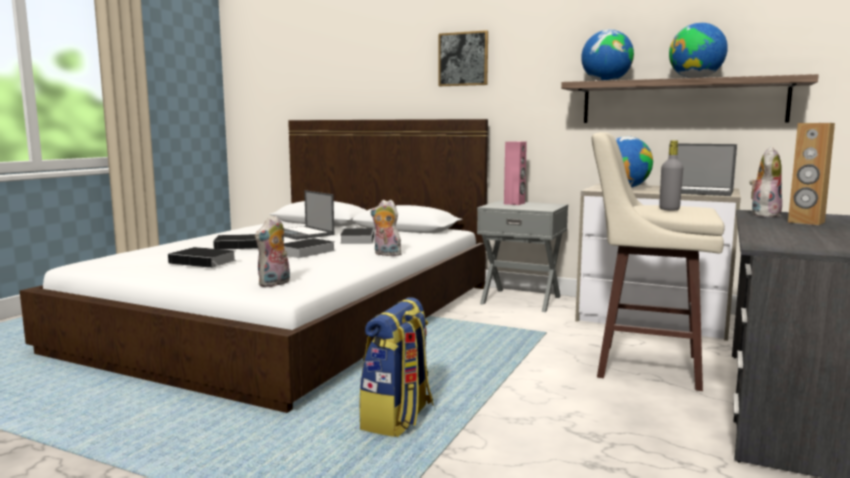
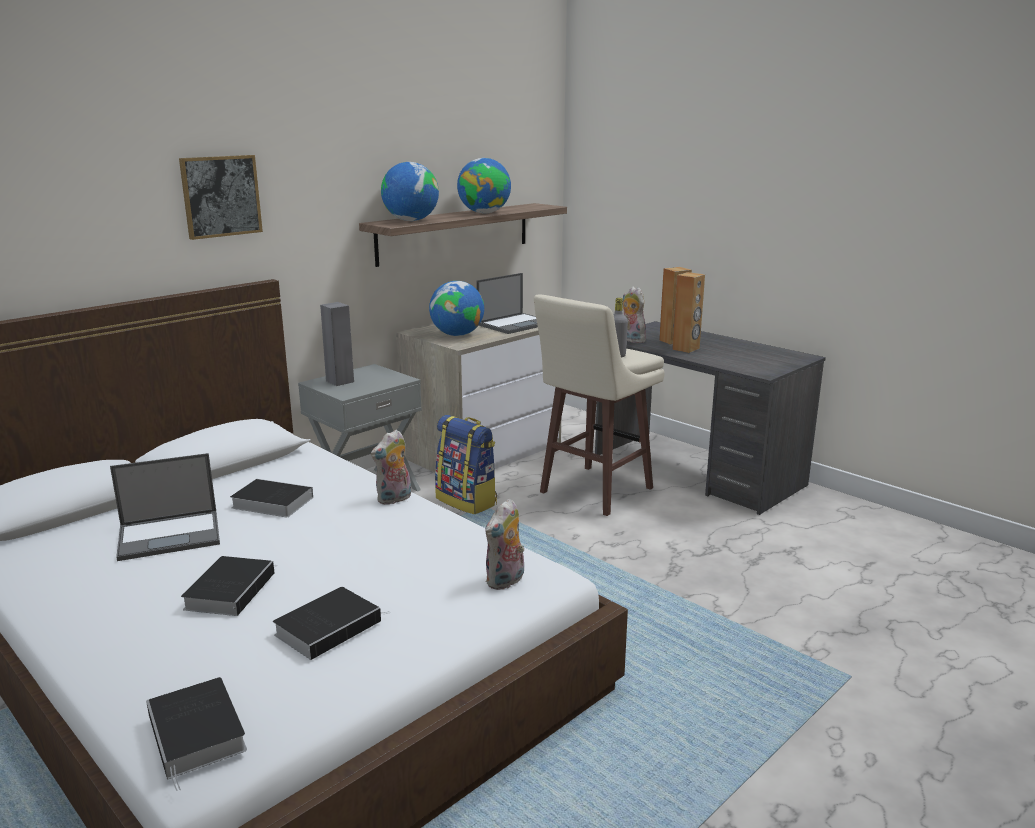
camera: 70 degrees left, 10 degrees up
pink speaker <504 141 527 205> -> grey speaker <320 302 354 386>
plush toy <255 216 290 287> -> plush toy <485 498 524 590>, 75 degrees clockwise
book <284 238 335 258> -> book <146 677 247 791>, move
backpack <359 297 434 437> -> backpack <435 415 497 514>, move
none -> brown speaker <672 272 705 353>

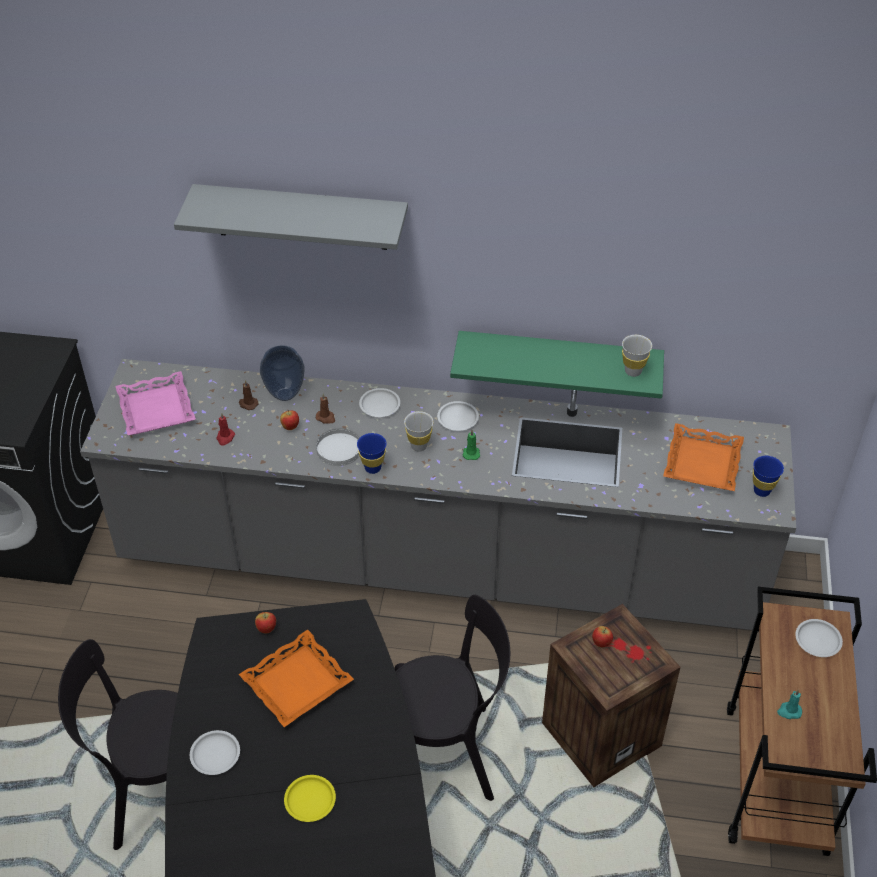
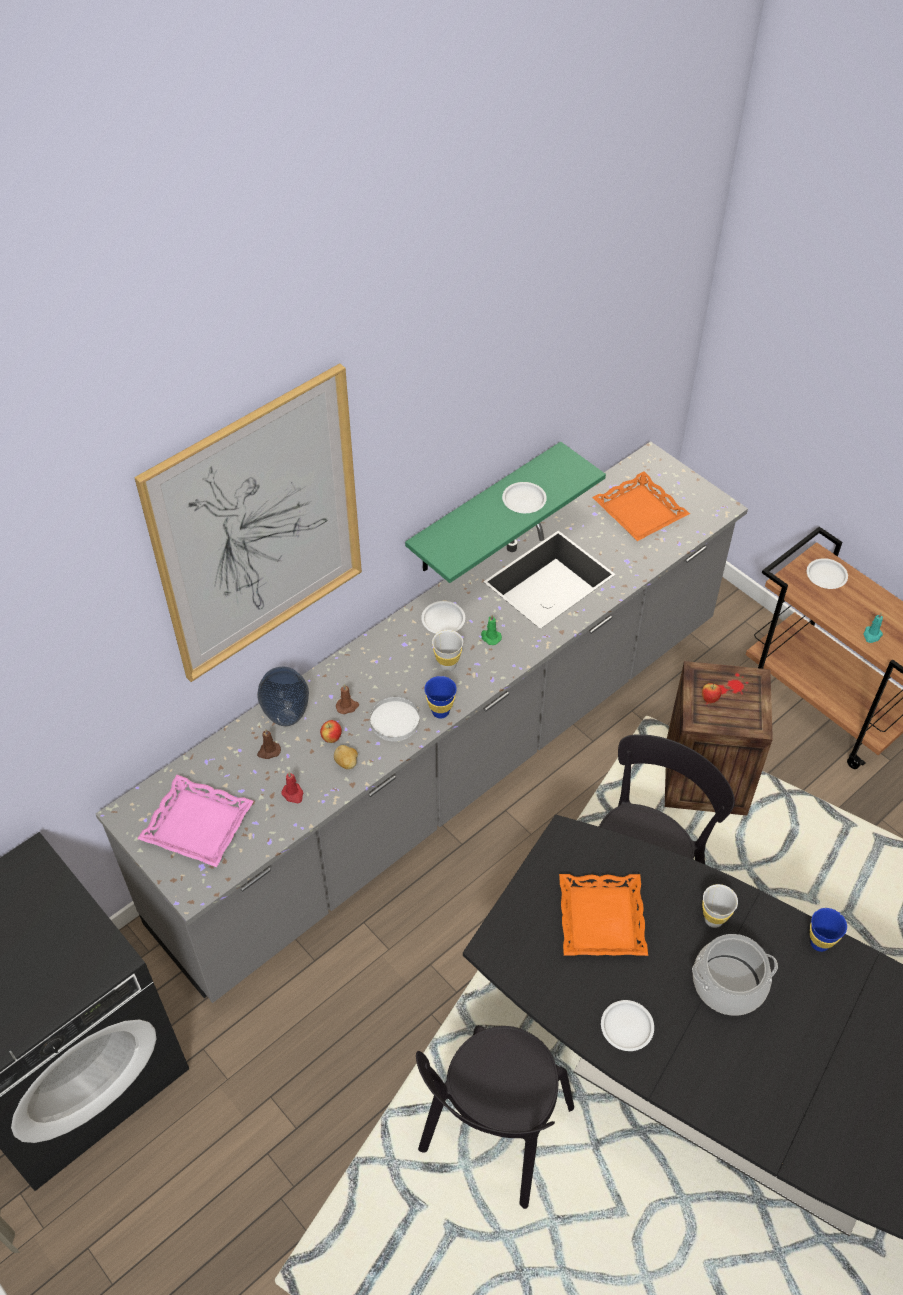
camera: 50 degrees left, 5 degrees up
grey shelf <174 184 408 250> -> picture <134 363 362 682>
white cup <622 335 652 377> -> white cup <702 884 738 928>, move
white plate <359 388 400 417> -> white plate <502 482 547 513>, move
blue cup <753 456 784 497> -> blue cup <810 908 847 952>, move
apple <255 612 276 634> -> none
yellow plate <284 775 336 822> -> cooking pot <692 934 778 1016>
none -> potato <334 745 358 769>

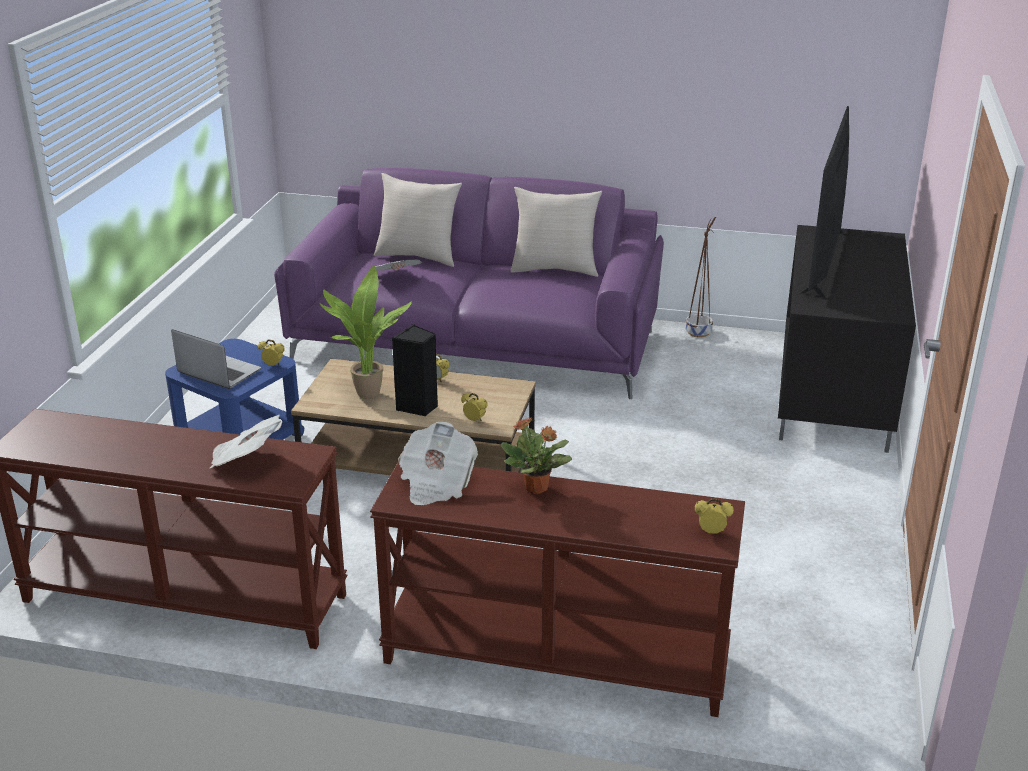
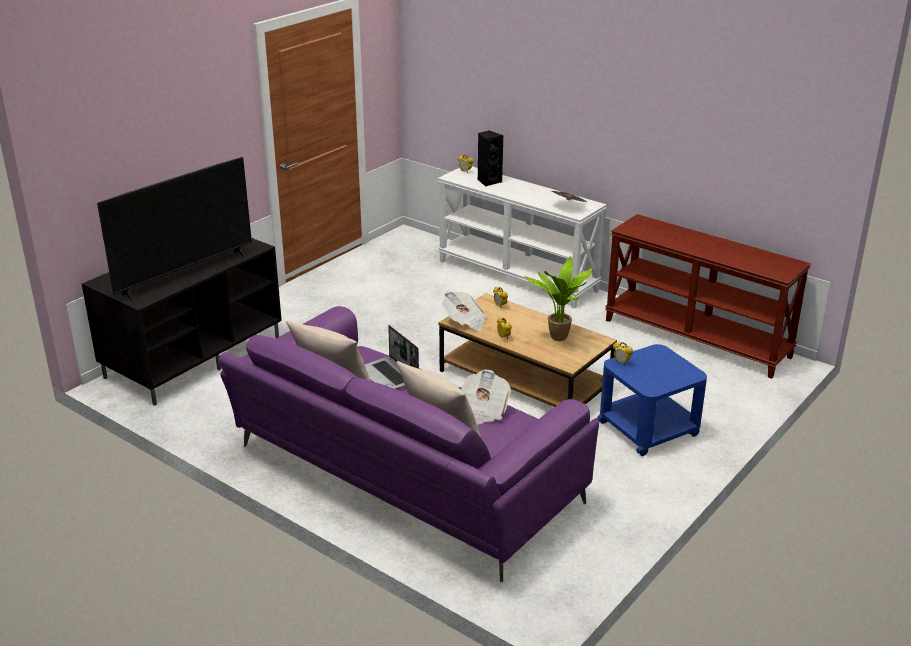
camera: 155 degrees left, 0 degrees up
brown planter <686 217 716 337> -> none
black speaker <392 324 438 416> -> black speaker <477 131 504 187>, move
laptop <171 329 261 389> -> laptop <365 325 419 390>, move
newspaper <210 415 282 468> -> newspaper <442 291 487 331>, move
potted plant <501 417 572 494> -> none
brown console table <370 461 745 717> -> white console table <438 166 607 309>

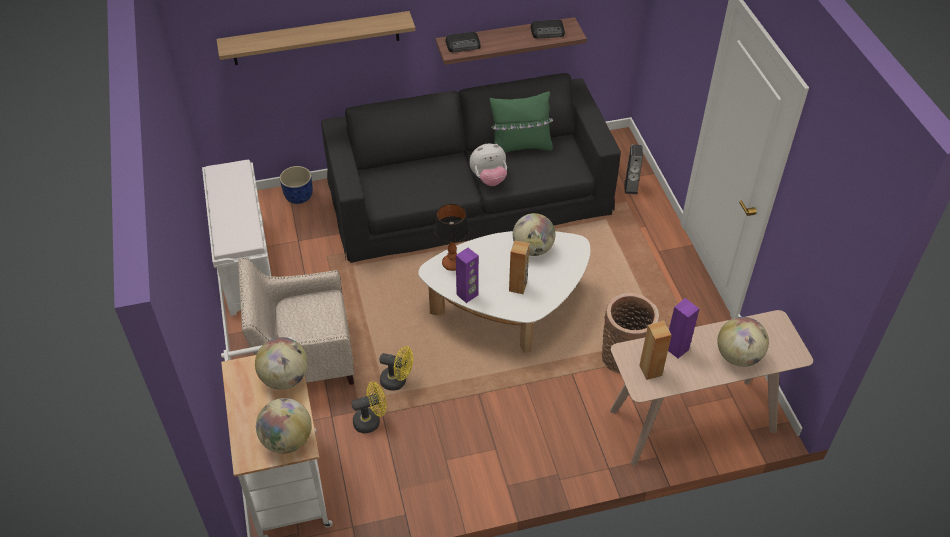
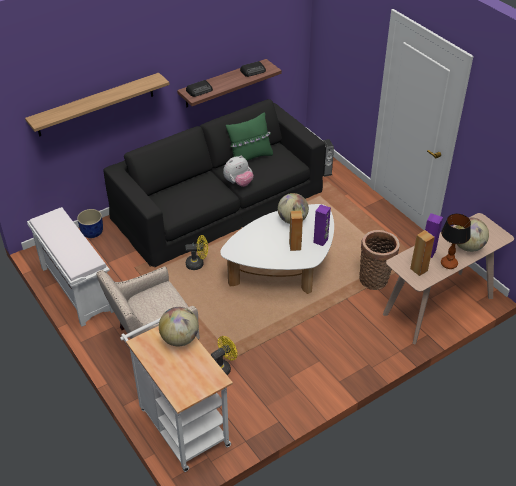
camera: 20 degrees left, 5 degrees down
table lamp <434 204 470 271> -> table lamp <441 214 471 269>, move
purple speaker <456 248 479 303> -> purple speaker <313 204 331 246>, move
yellow fan <379 346 413 391> -> yellow fan <185 235 208 270>, move
globe <256 398 312 454> -> none

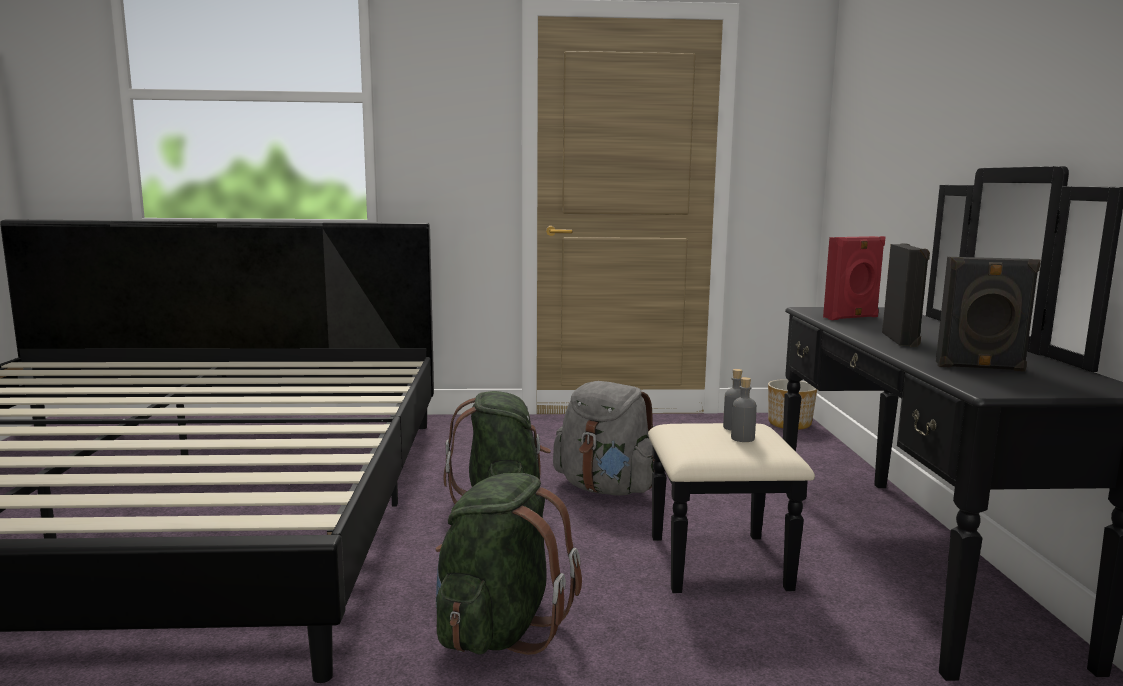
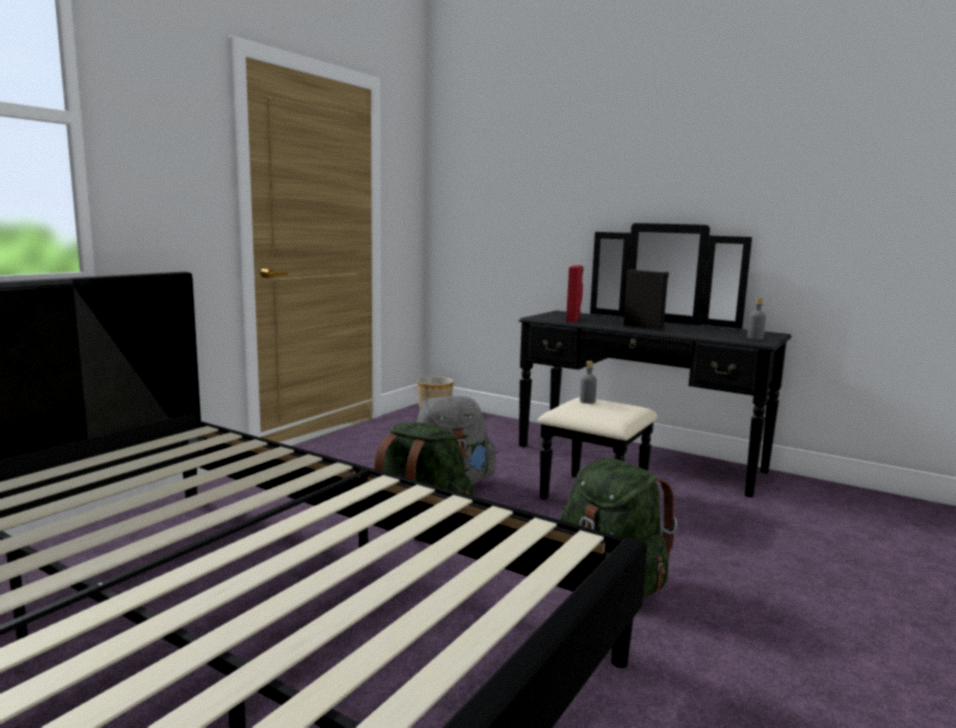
camera: 55 degrees left, 0 degrees up
black speaker <936 257 1041 372> -> none
grey bottle <731 377 757 442> -> grey bottle <747 298 766 340>, move

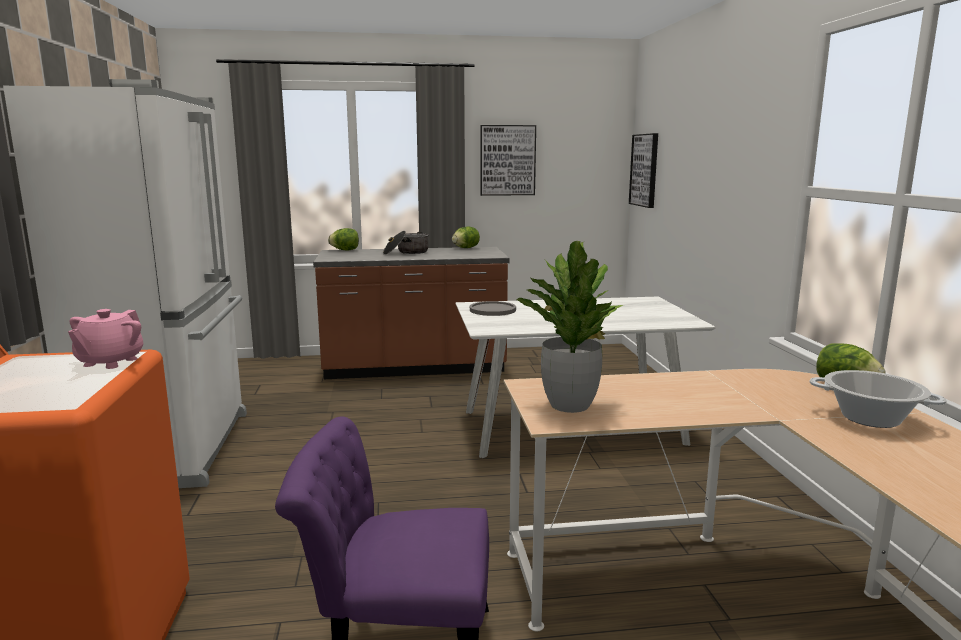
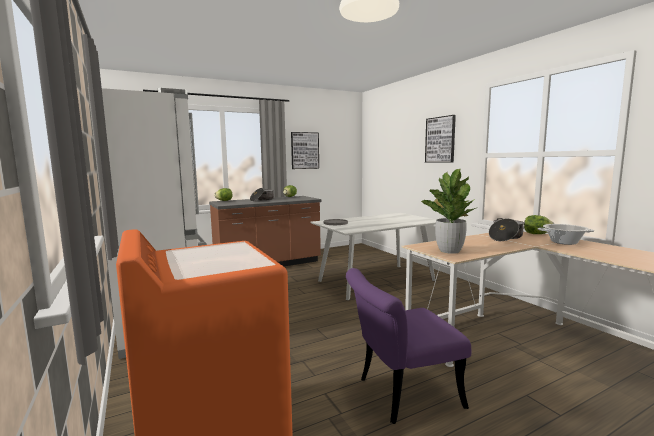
camera: 20 degrees left, 5 degrees down
picture <629 133 658 208> -> picture <425 115 456 163>, move
pink teapot <68 309 143 369> -> none
none -> cooking pot <489 218 525 241>

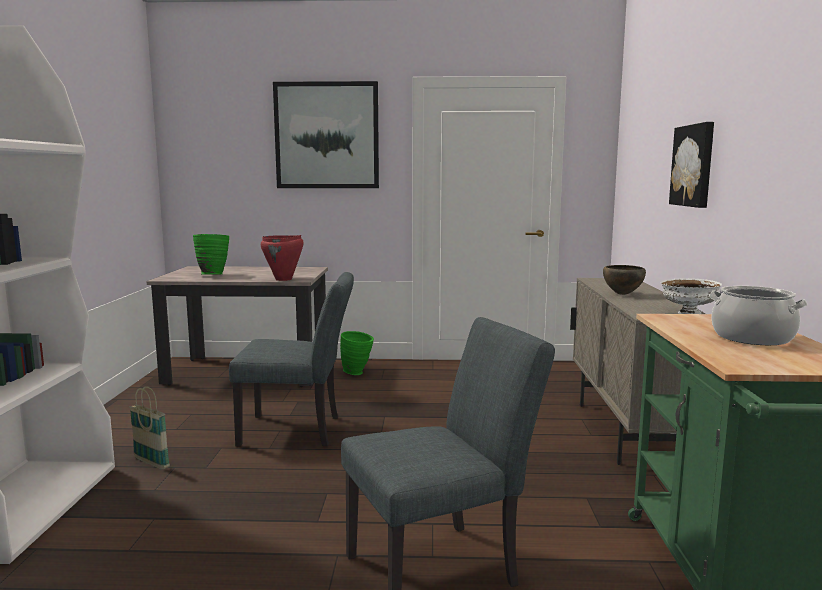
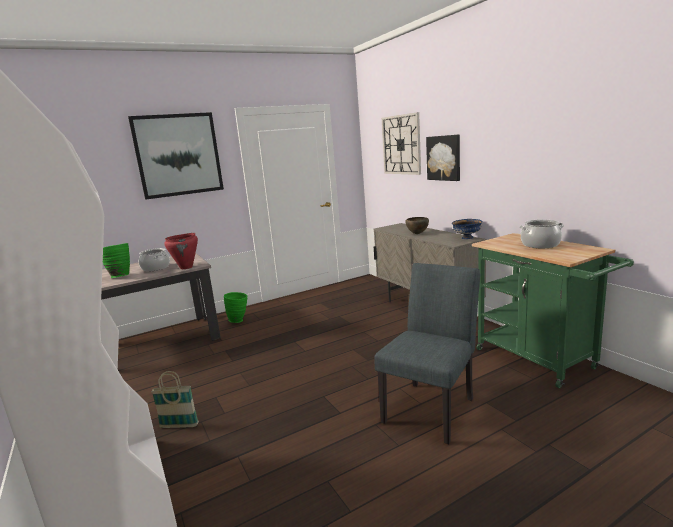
camera: 30 degrees left, 5 degrees up
grey chair <229 272 354 447> -> none
white bowl <661 278 722 314> -> blue bowl <452 219 483 239>
none -> wall clock <382 112 421 175>
none -> cooking pot <139 248 170 271>

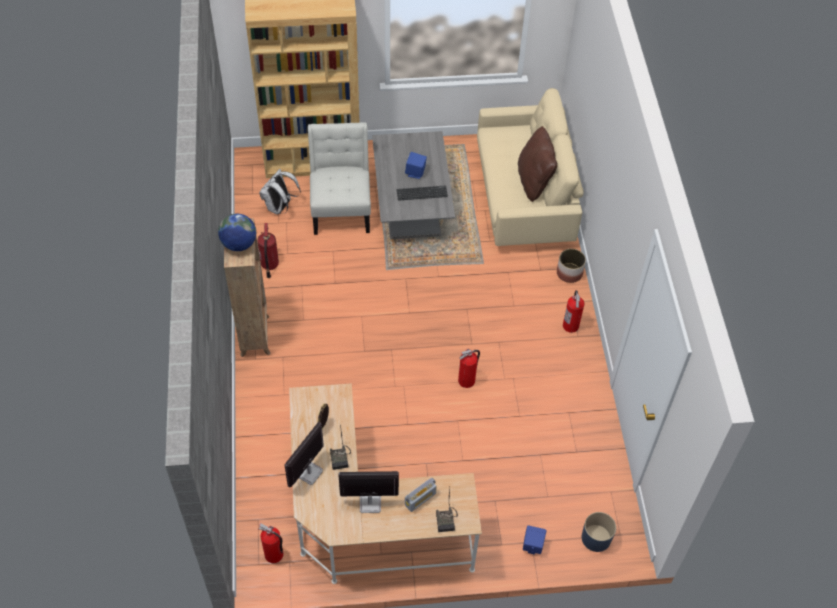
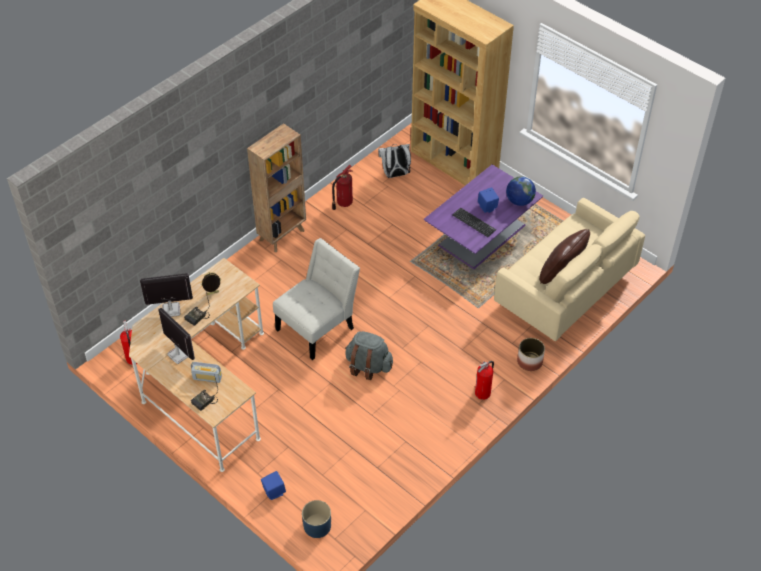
camera: 50 degrees right, 5 degrees down
white chair <308 122 371 235> -> white chair <273 238 360 360>, move
grey coffee table <372 131 455 239> -> purple coffee table <423 164 543 269>
globe <218 214 256 251> -> globe <506 176 536 206>, move
fire extinguisher <458 349 480 388> -> grey backpack <345 331 393 380>

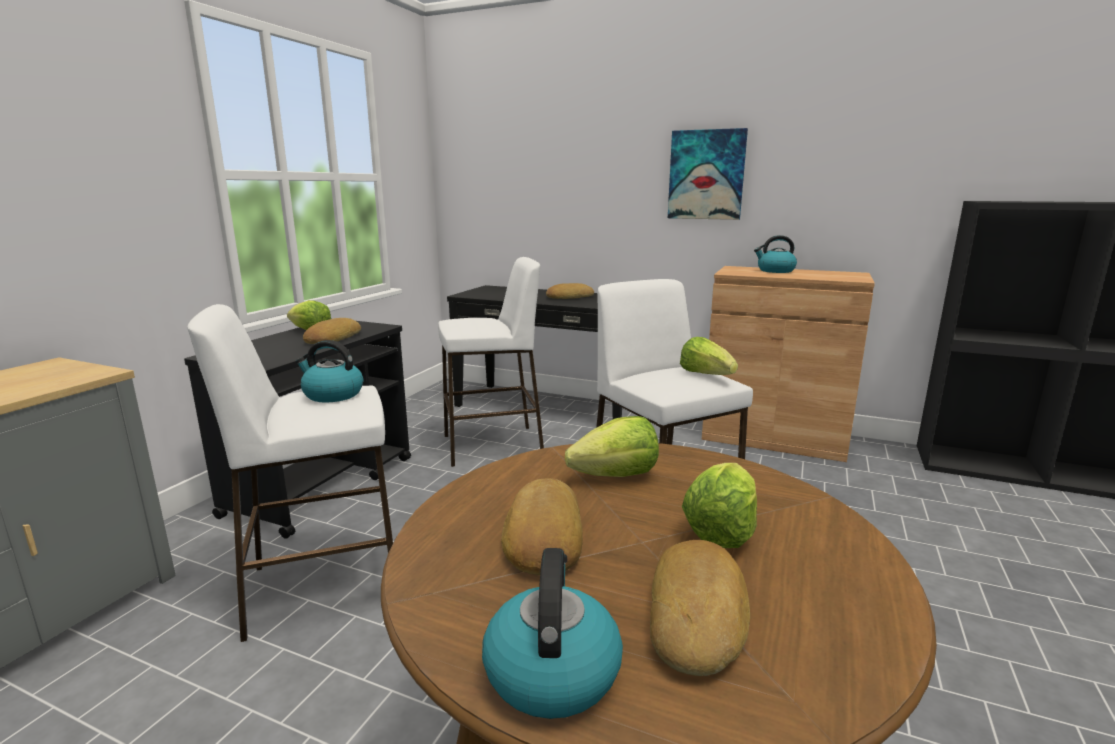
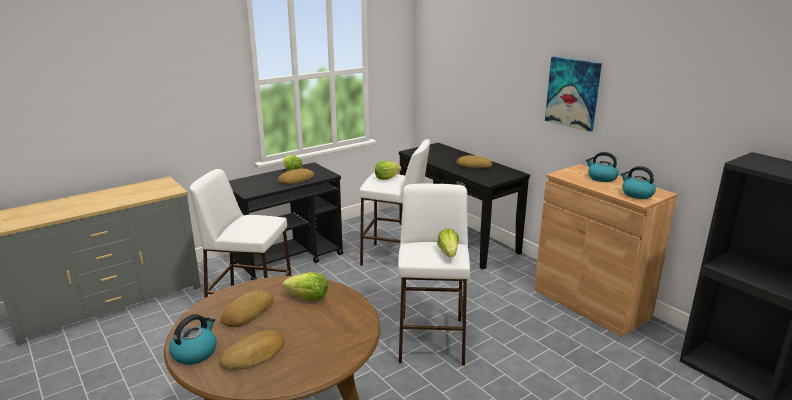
camera: 30 degrees right, 5 degrees up
kettle <295 340 363 403> -> kettle <621 166 656 199>, move
lettuce <682 463 757 548> -> lettuce <375 161 402 180>, move

